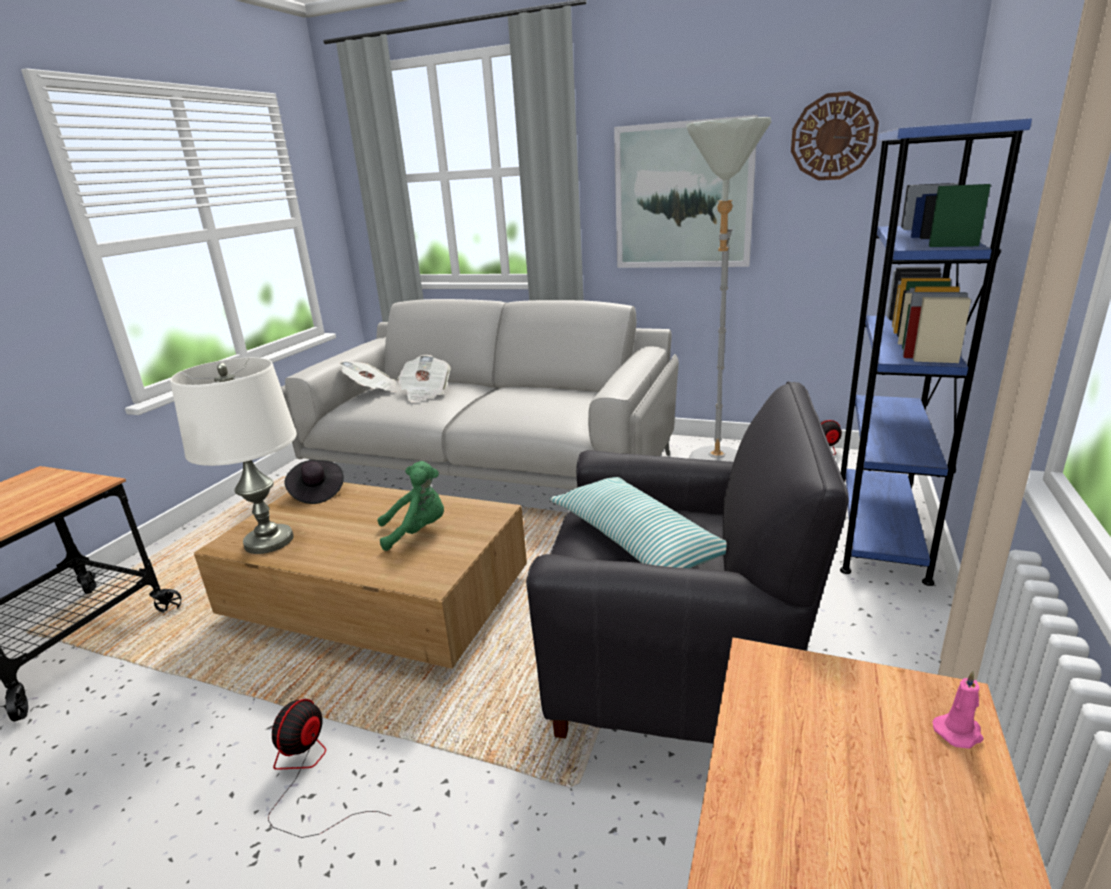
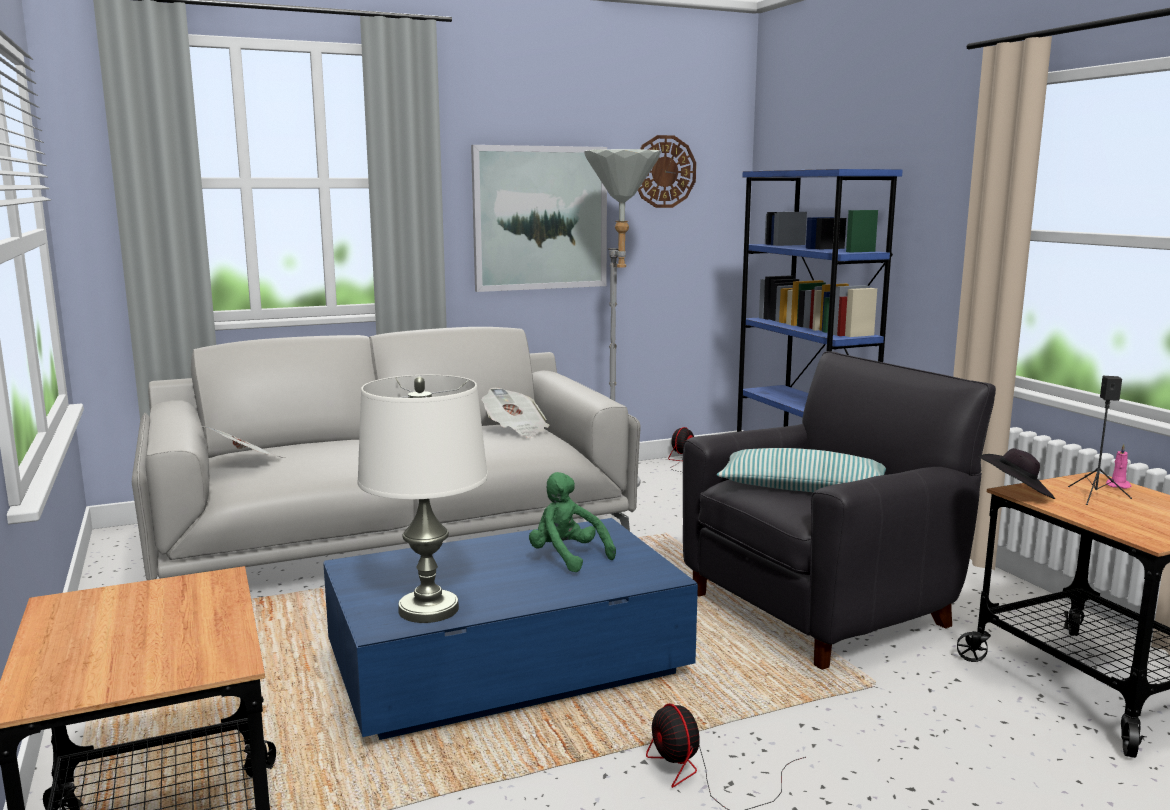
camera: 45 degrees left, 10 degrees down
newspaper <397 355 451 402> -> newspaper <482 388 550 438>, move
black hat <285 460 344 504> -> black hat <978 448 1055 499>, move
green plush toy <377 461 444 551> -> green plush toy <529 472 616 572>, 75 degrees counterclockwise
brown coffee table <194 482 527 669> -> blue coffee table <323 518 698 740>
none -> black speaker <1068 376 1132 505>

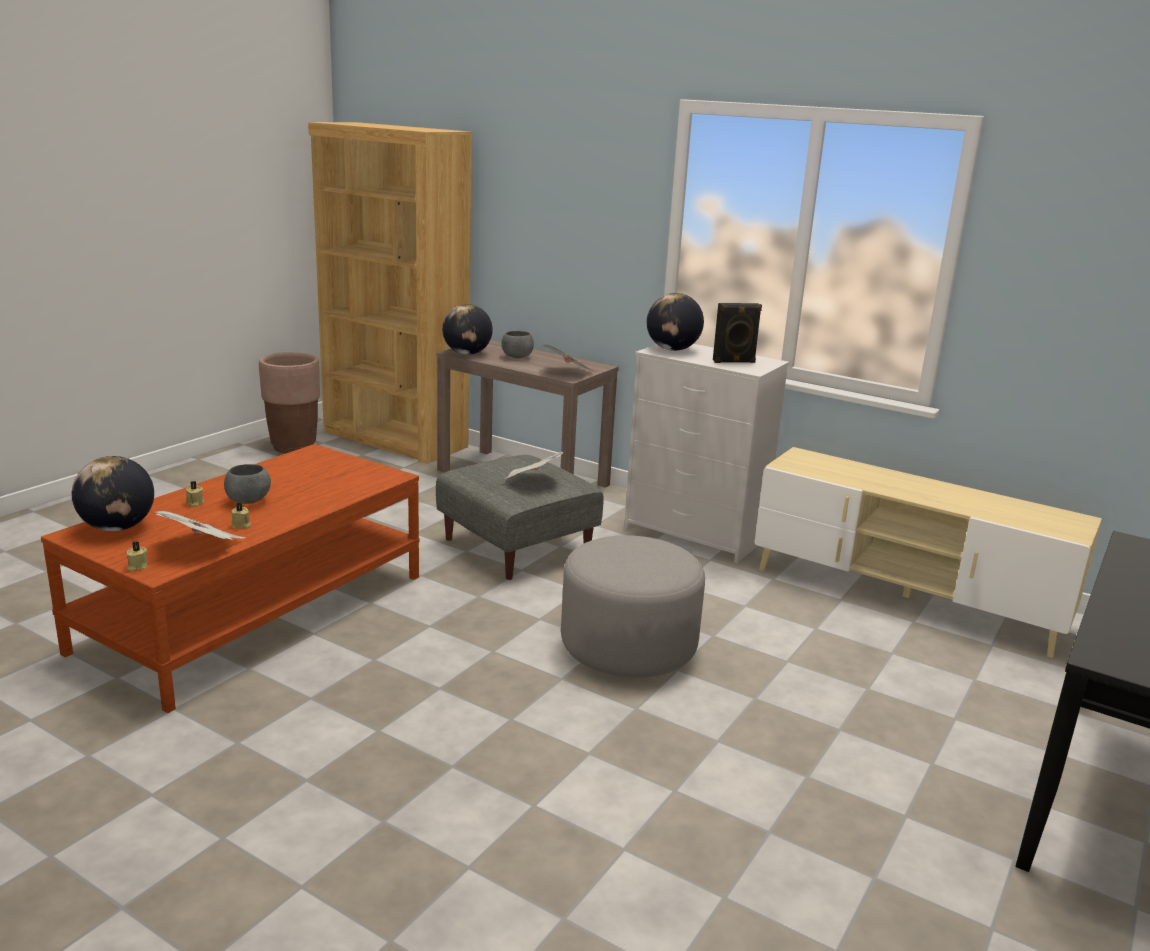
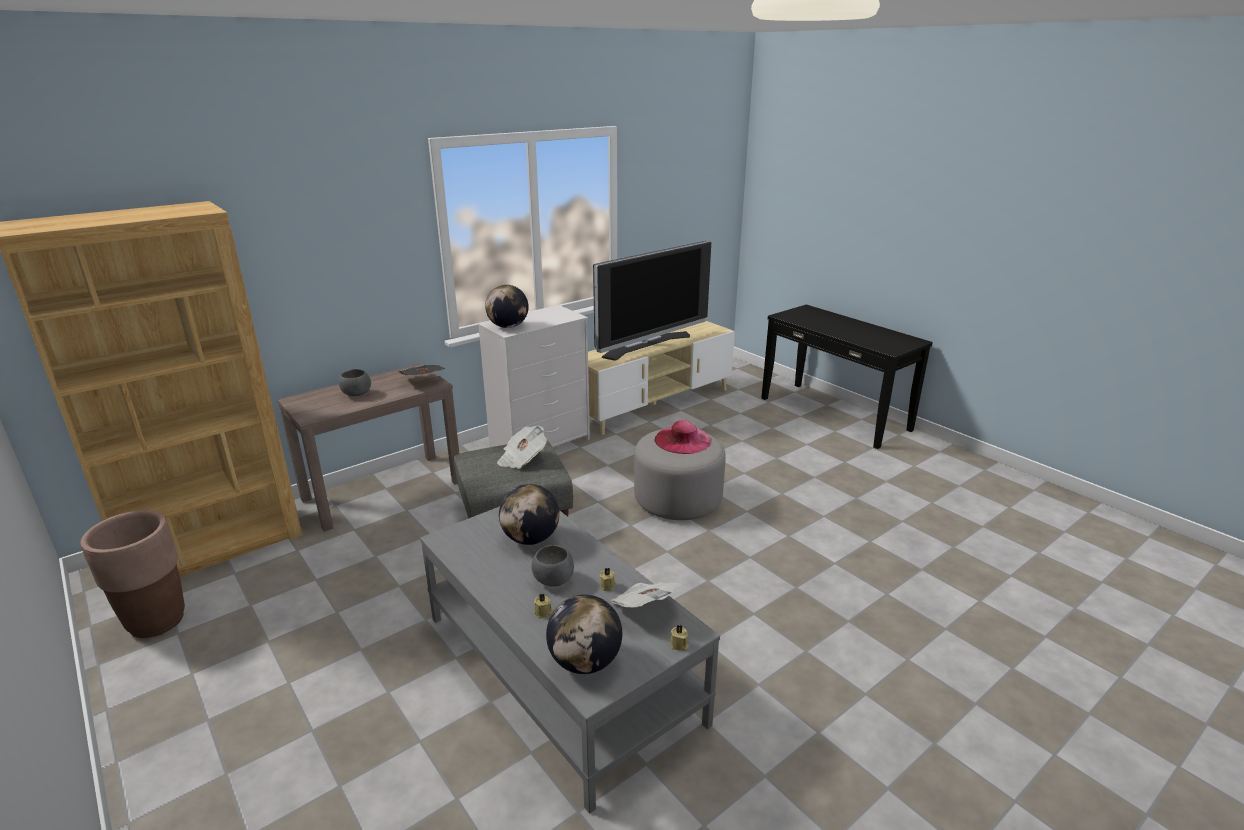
camera: 70 degrees left, 5 degrees up
black speaker <713 303 762 363> -> none
globe <442 304 493 355> -> globe <499 484 560 545>, move
brown coffee table <41 444 420 713> -> grey coffee table <420 506 720 813>
none -> television <593 241 711 361>
none -> pink hat <655 420 711 454>

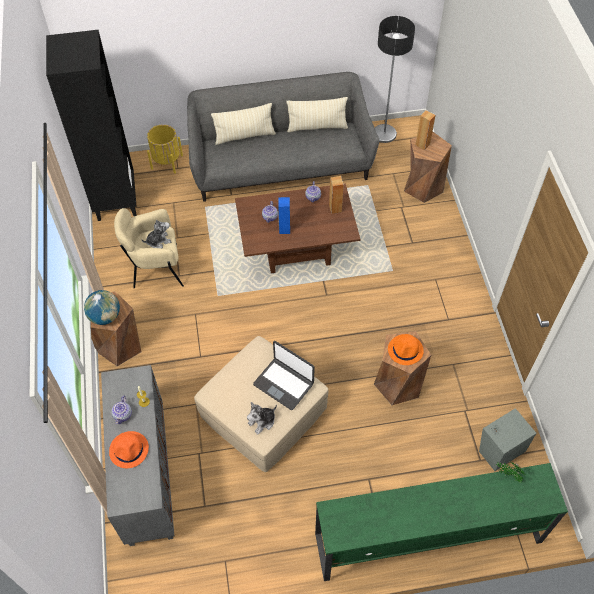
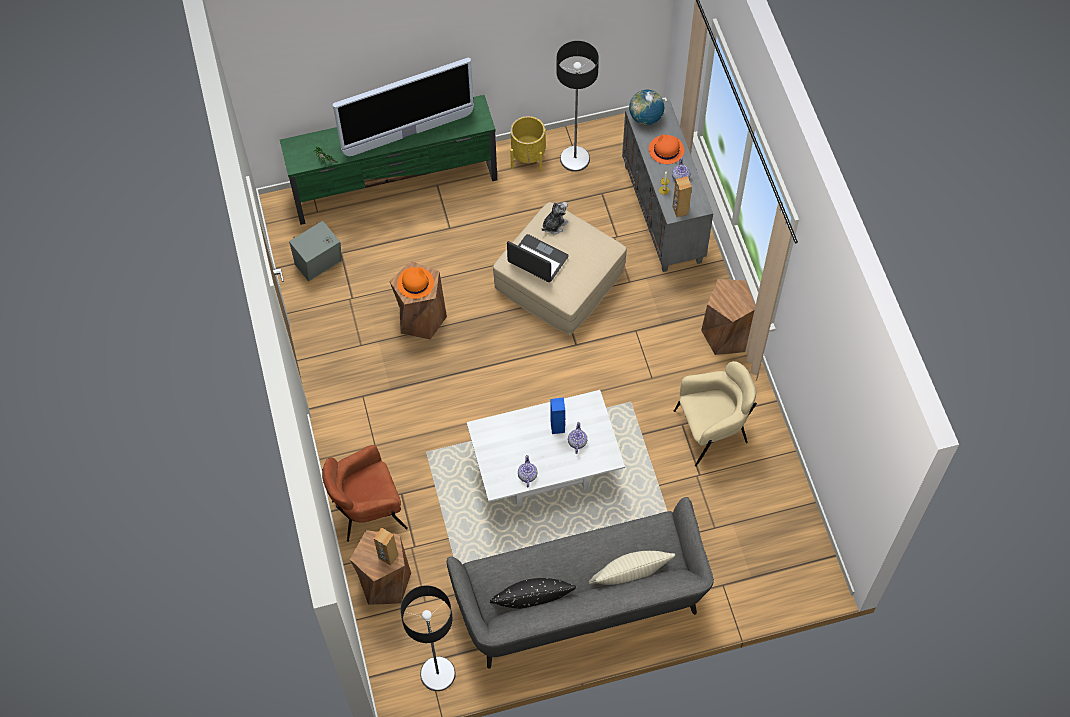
camera: 175 degrees right, 5 degrees up
black bookcase <46 30 137 221> -> none
beige pillow <286 97 348 132> -> black pillow <490 578 576 609>
yellow planter <147 124 183 174> -> yellow planter <510 116 546 172>, move
brown speaker <329 176 344 214> -> brown speaker <672 176 692 217>, move
brown coffee table <235 184 360 273> -> white coffee table <467 390 625 507>
plush toy <141 219 171 248> -> none
globe <84 290 120 325> -> globe <629 90 664 125>, move
none -> floor lamp <556 41 599 172>
none -> television <333 57 474 156>
none -> brown armchair <322 445 408 542>

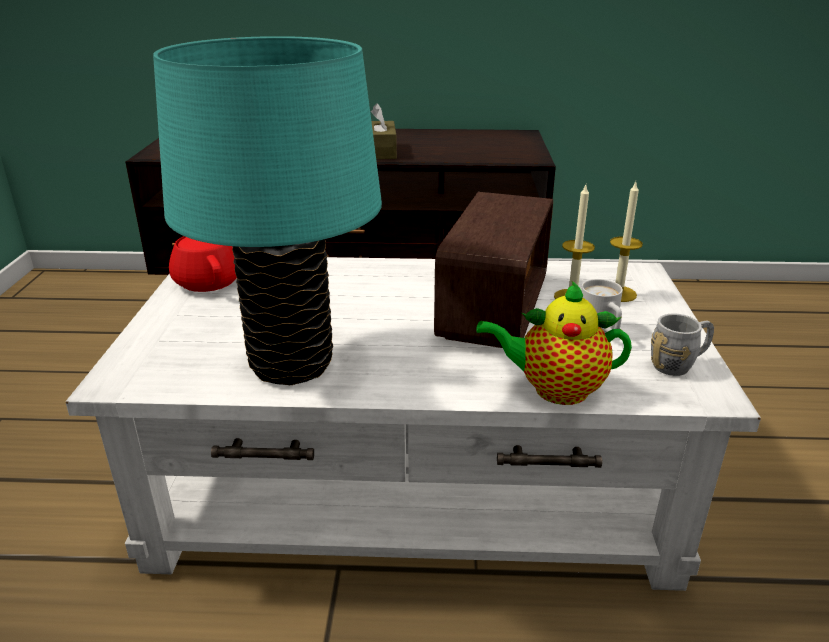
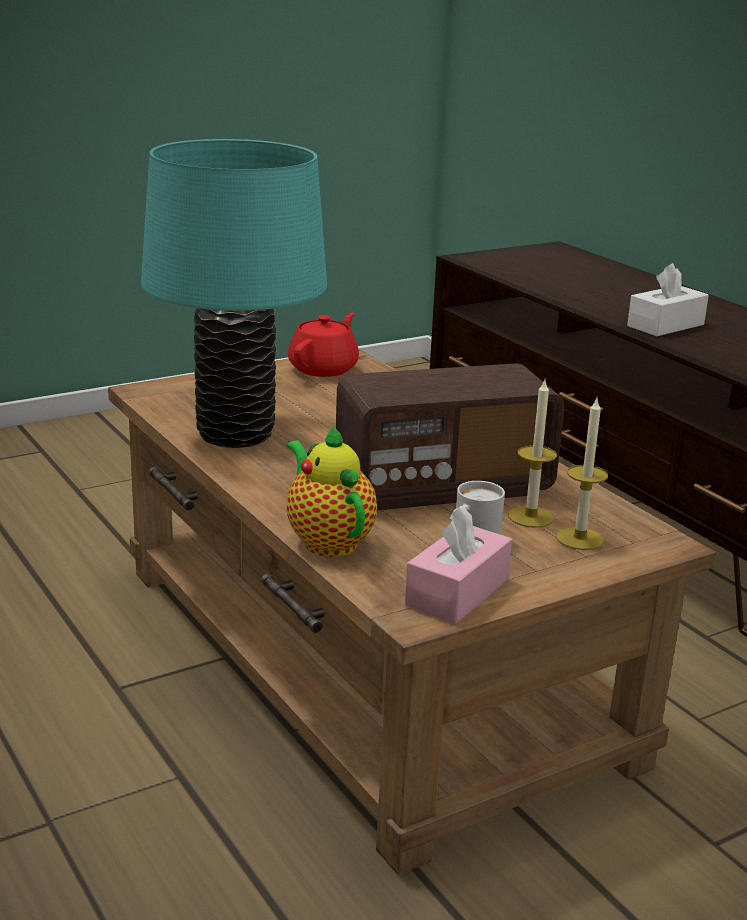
camera: 55 degrees right, 5 degrees down
brown tissue box <371 103 397 159> -> white tissue box <627 263 709 336>
white coffee table <66 257 761 591> -> brown coffee table <108 349 716 875>
grey mug <651 314 714 376> -> pink tissue box <405 506 512 624>

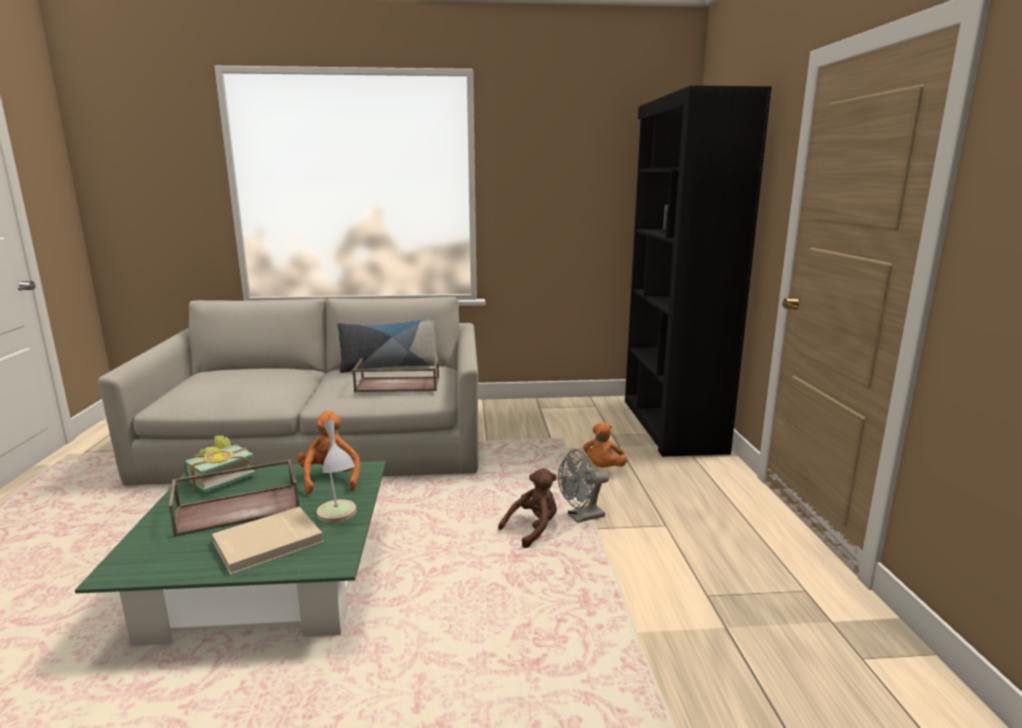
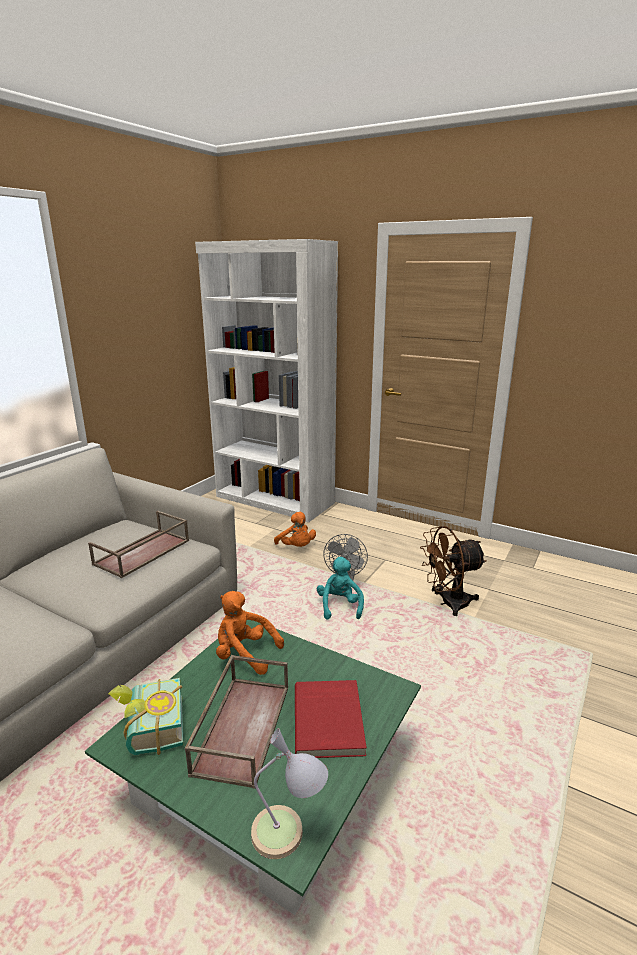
camera: 55 degrees left, 5 degrees up
black bookcase <625 85 772 457> -> white bookcase <195 239 338 523>
pillow <337 317 440 373> -> none
table lamp <317 420 356 523> -> table lamp <251 728 328 859>, move
brown plush toy <498 468 557 548> -> turquoise plush toy <317 557 364 620>
beige book <212 507 323 575> -> red book <295 680 367 758>
none -> brown fan <420 526 486 616>

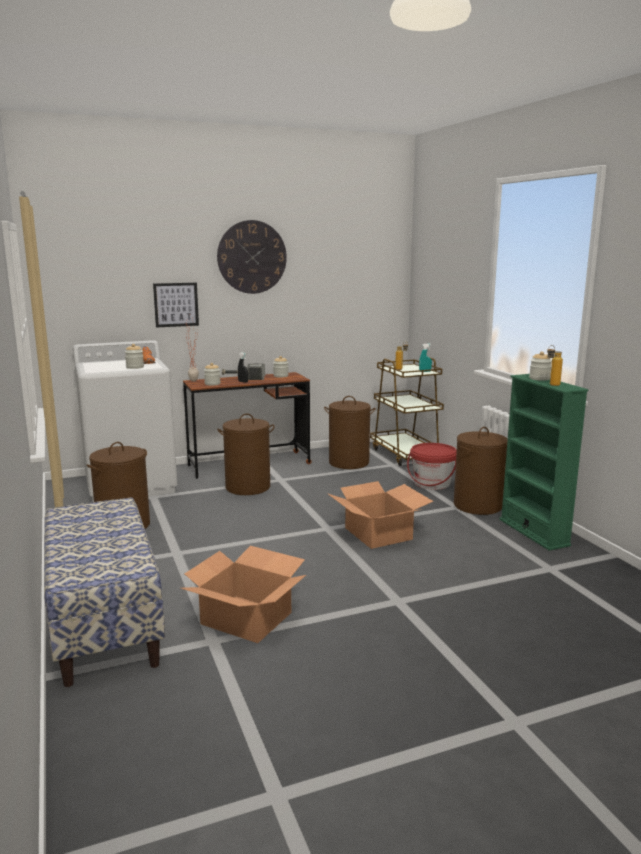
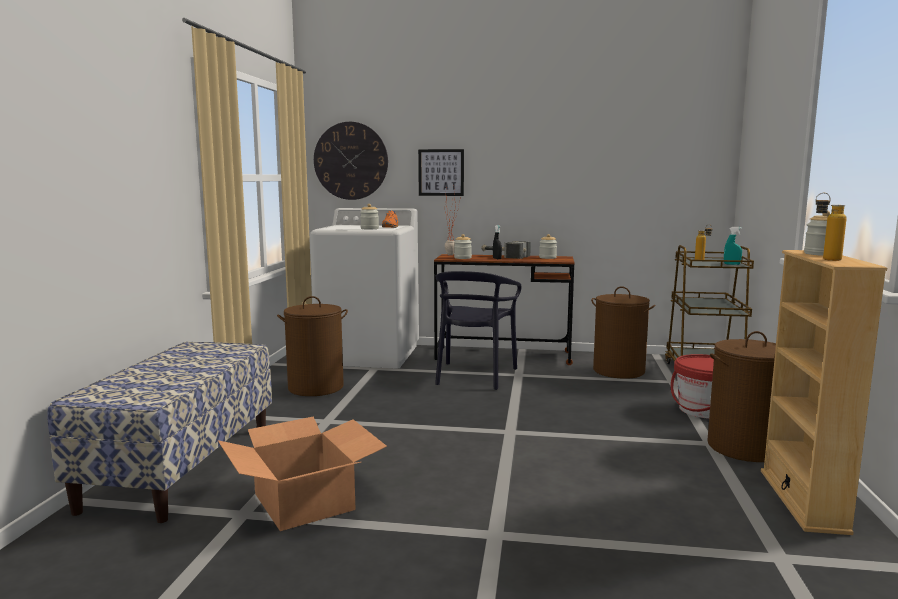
camera: 30 degrees right, 5 degrees down
wall clock <217 220 287 294> -> wall clock <314 122 388 200>, move
green bookcase <499 374 588 551> -> beige bookcase <761 250 887 535>
brown laundry basket <217 414 275 495> -> black chair <435 271 521 390>
cardboard box <327 481 433 549> -> none

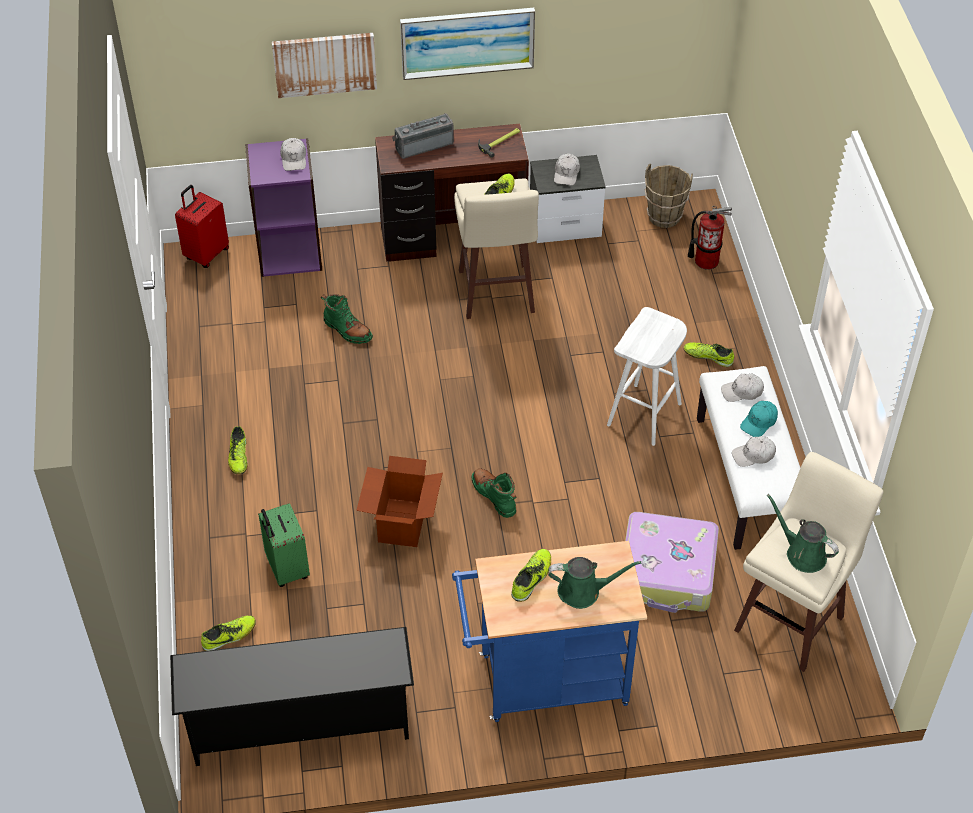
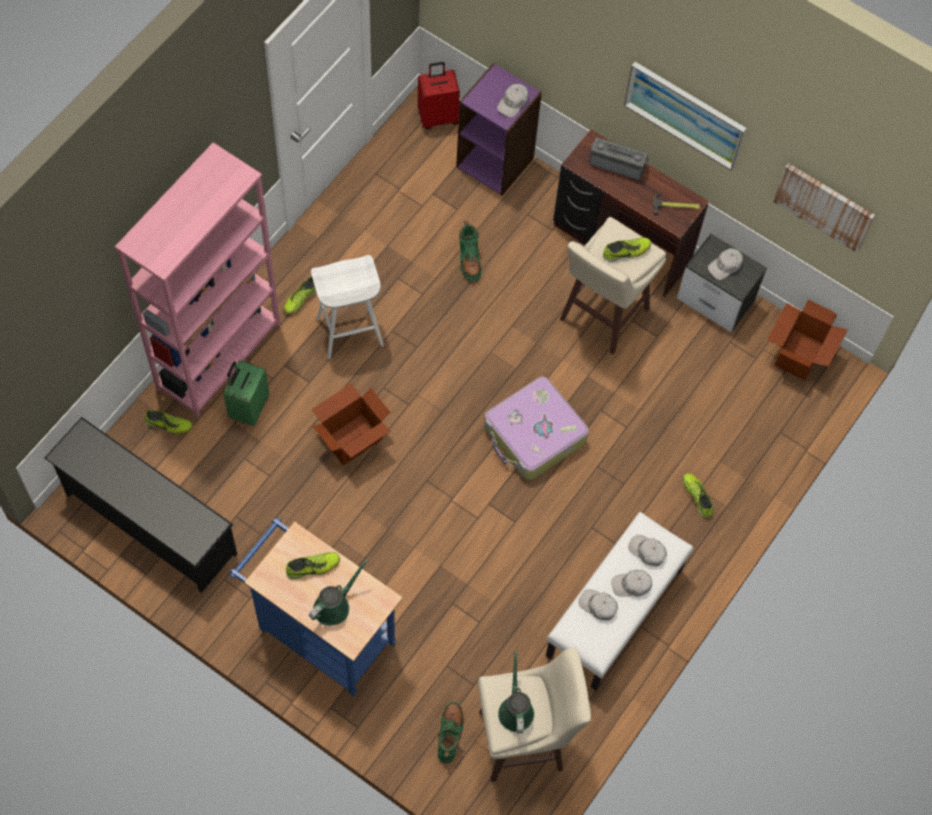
camera: 40 degrees right, 15 degrees up
picture <272 33 377 98> -> picture <773 163 875 253>, move
brown bucket <645 164 693 228> -> cardboard box <767 300 848 380>
fire extinguisher <688 206 732 270> -> none
white stool <607 307 687 446> -> white stool <311 255 384 359>, move
turquoise cap <740 401 778 437> -> white cap <612 570 652 597>
green boot <472 468 517 518> -> green boot <438 702 464 763>, move
suitcase <625 512 719 613> -> suitcase <484 377 589 480>, move
green watering can <548 557 641 609> -> green watering can <309 559 369 626>, 90 degrees counterclockwise
none -> pink bookcase <115 142 280 418>

